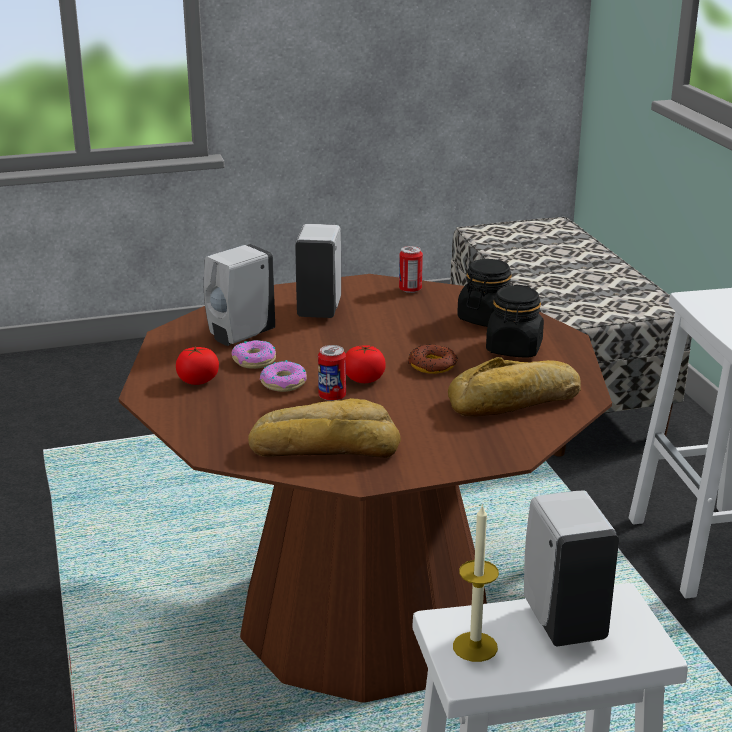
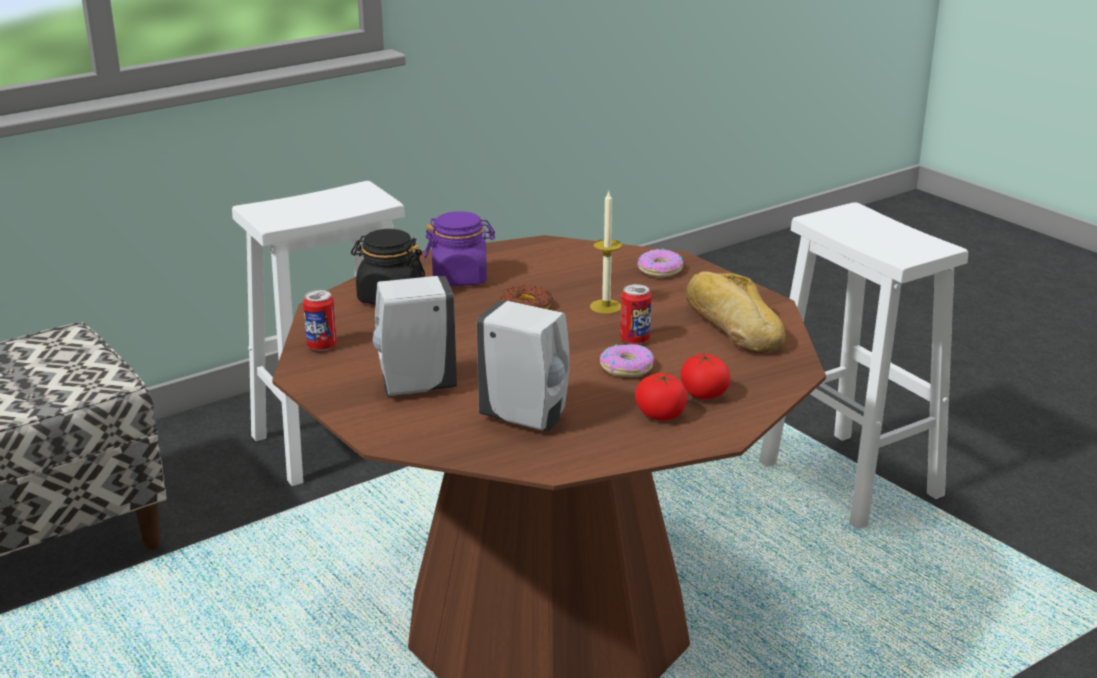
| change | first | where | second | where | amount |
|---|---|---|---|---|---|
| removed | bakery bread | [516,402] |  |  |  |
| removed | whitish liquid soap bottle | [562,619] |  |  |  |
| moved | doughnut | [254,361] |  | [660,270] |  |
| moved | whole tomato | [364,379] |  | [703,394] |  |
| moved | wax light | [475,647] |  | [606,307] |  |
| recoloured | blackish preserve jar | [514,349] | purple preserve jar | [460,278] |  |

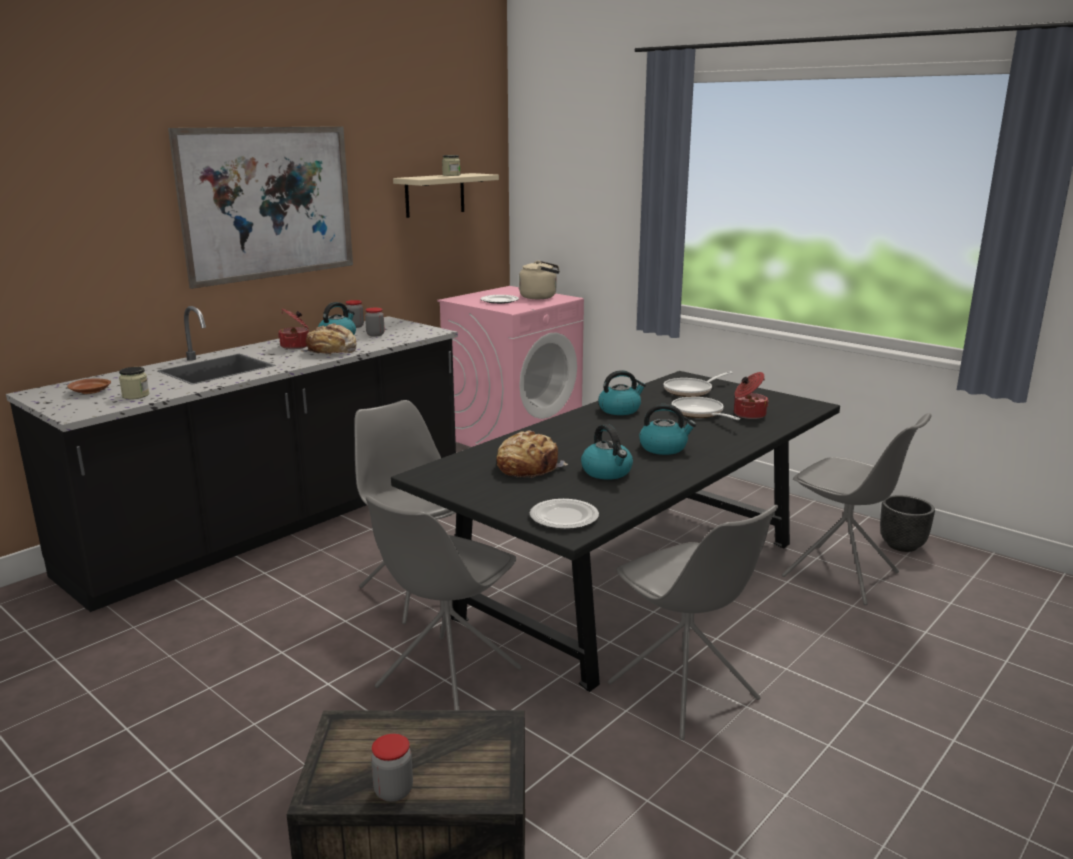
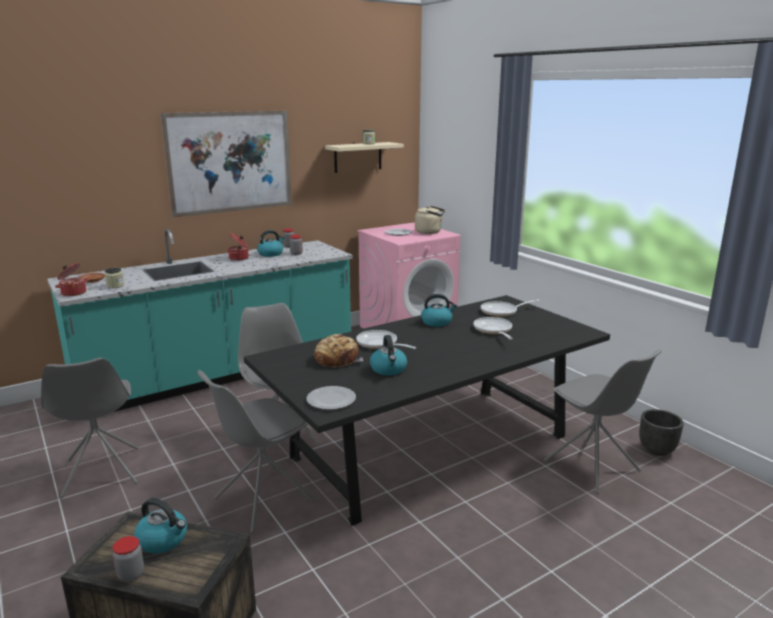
| change | first | where | second | where | amount |
|---|---|---|---|---|---|
| removed | bakery bread | [331,351] |  |  |  |
| added |  |  | frying pan | [379,344] |  |
| moved | gray plain chair | [684,693] |  | [101,473] |  |
| moved | tea kettle | [664,448] |  | [163,540] |  |
| moved | stockpot | [748,414] |  | [73,293] |  |
| recoloured | blackish kitchen counter | [278,522] | blue-green kitchen counter | [220,374] |  |

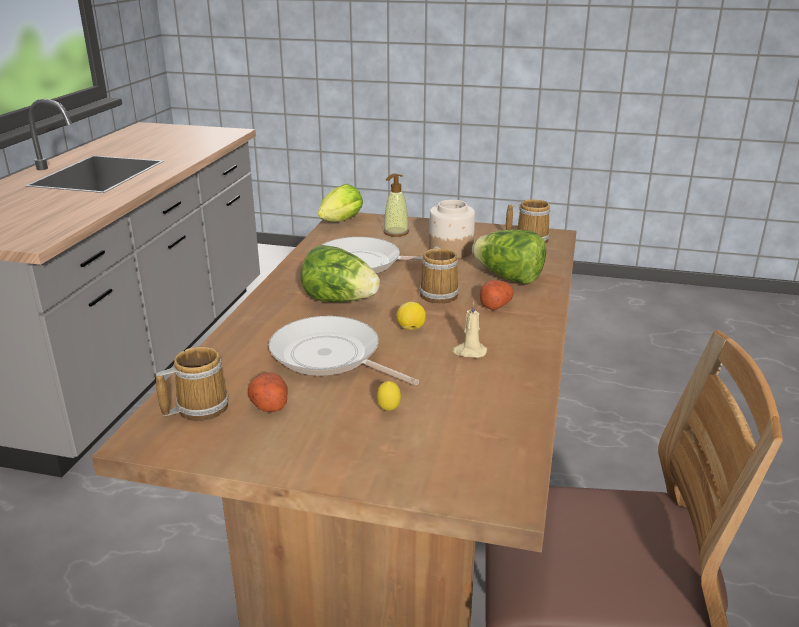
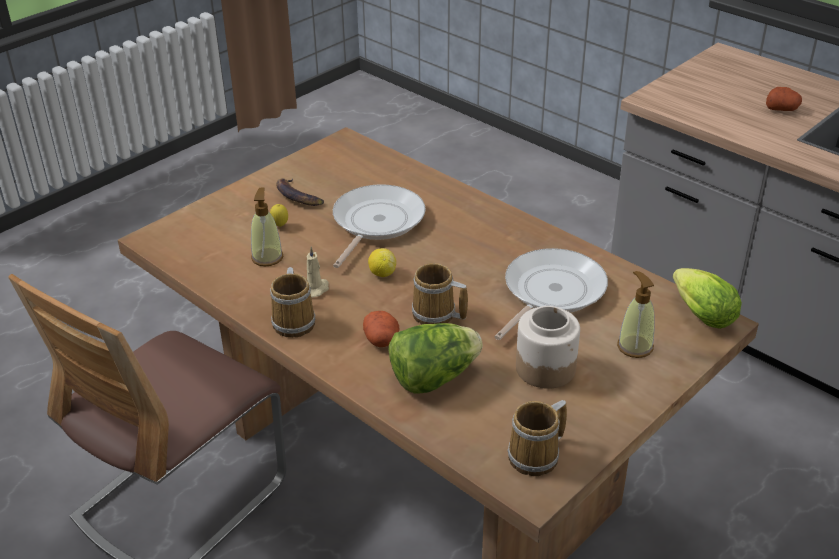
| change | first | where | second | where | amount |
|---|---|---|---|---|---|
| removed | head of lettuce | [340,300] |  |  |  |
| added |  |  | liquid soap bottle | [267,257] |  |
| added |  |  | banana | [297,197] |  |
| moved | tea mug | [198,407] |  | [295,321] |  |
| moved | whole potato | [269,403] |  | [782,109] |  |
| turned | frying pan | [330,356] |  | [375,223] | 45 degrees counterclockwise |

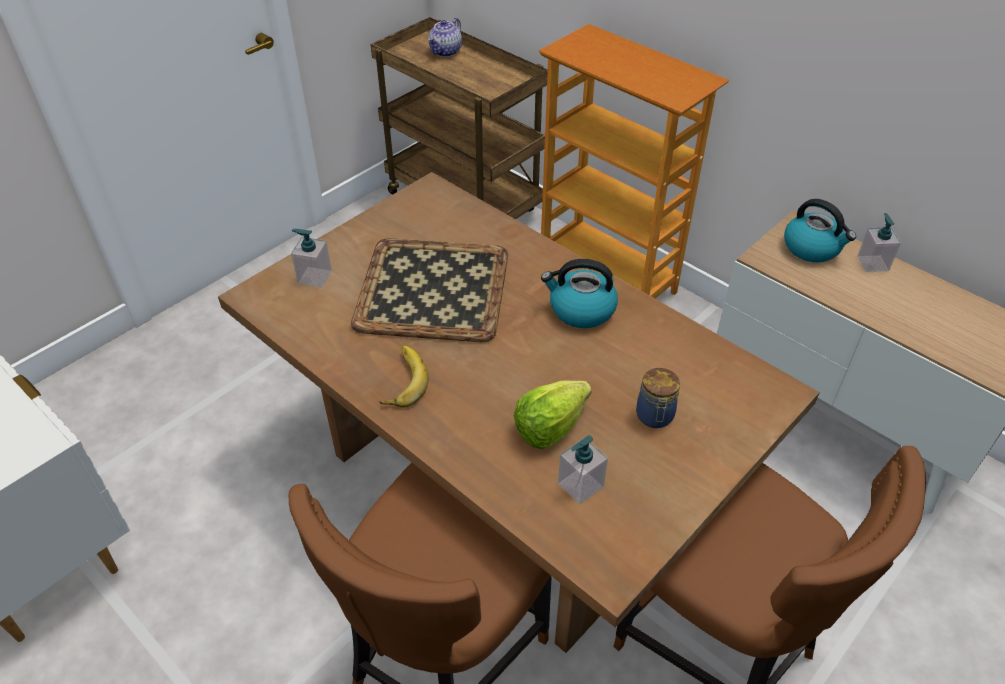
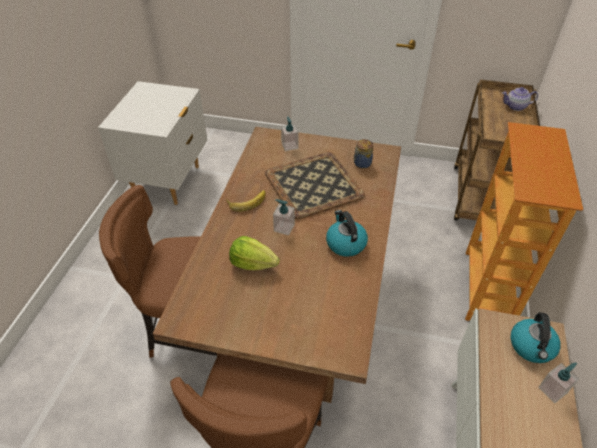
| change | first | where | second | where | amount |
|---|---|---|---|---|---|
| moved | liquid soap bottle | [580,485] |  | [284,228] |  |
| moved | preserve jar | [654,417] |  | [361,163] |  |

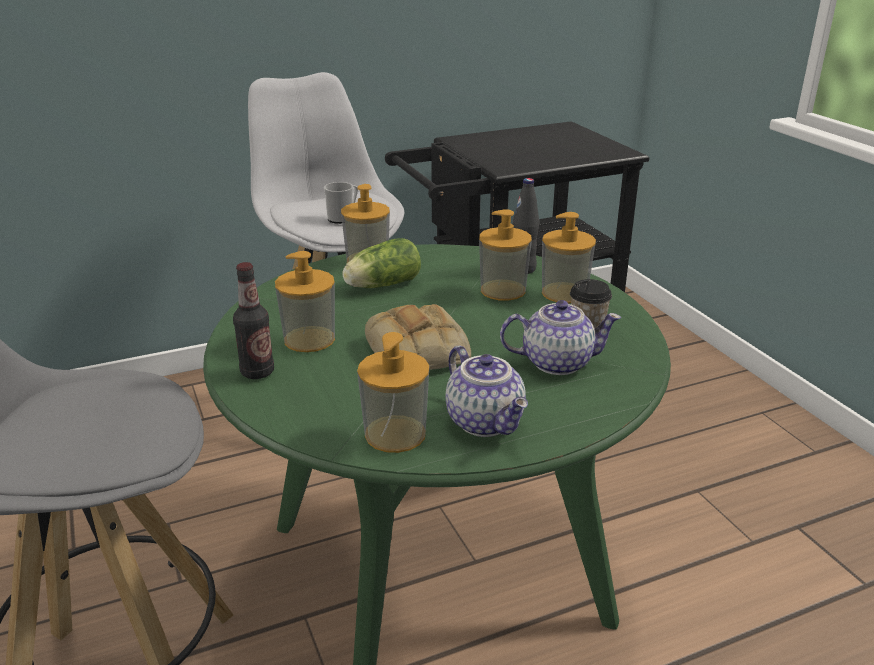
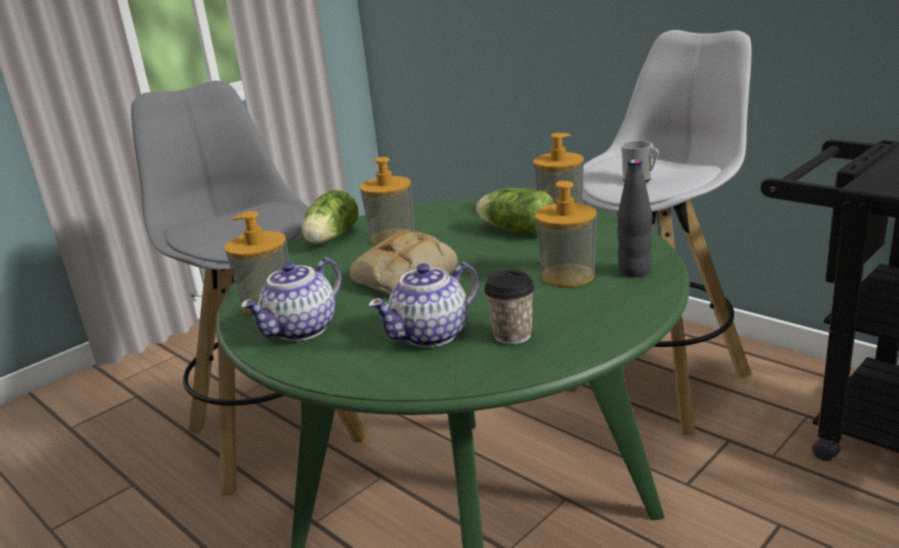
| change | first | where | second | where | amount |
|---|---|---|---|---|---|
| removed | liquid soap bottle | [564,293] |  |  |  |
| replaced | beverage bottle | [257,372] | head of lettuce | [330,239] |  |
| turned | teapot | [556,362] |  | [432,334] | 75 degrees clockwise |

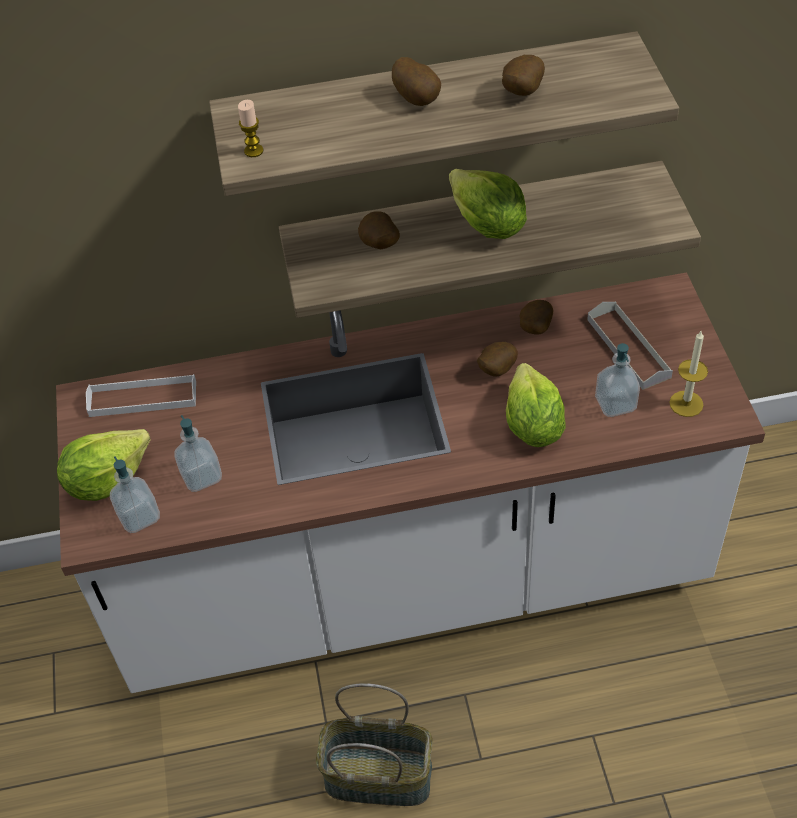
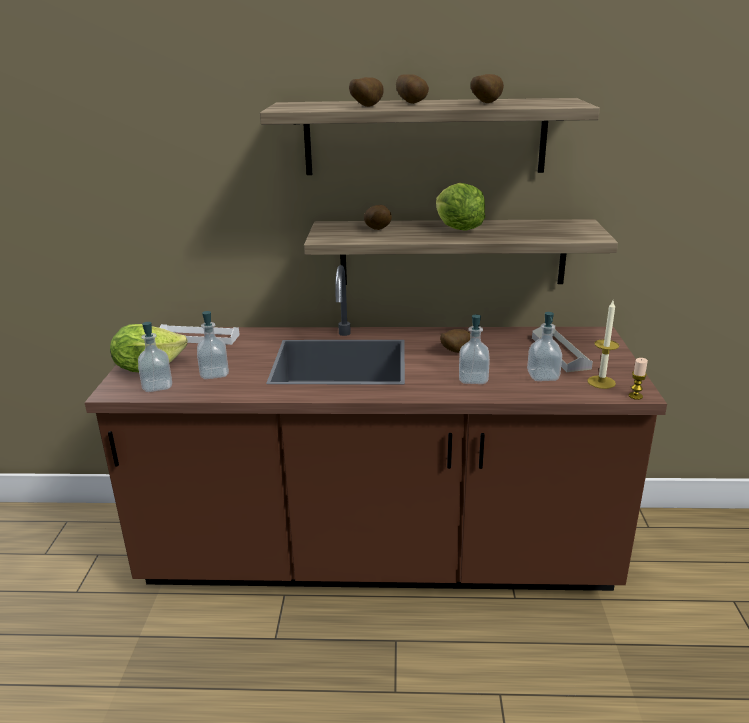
| change | first | where | second | where | amount |
|---|---|---|---|---|---|
| removed | basket | [379,774] |  |  |  |
| moved | wax light | [253,151] |  | [635,396] |  |
| moved | whole potato | [534,329] |  | [365,107] |  |
| replaced | head of lettuce | [532,426] | liquid soap bottle | [473,379] |  |
| recoloured | whitish kitchen counter | [412,581] | brown kitchen counter | [378,557] |  |

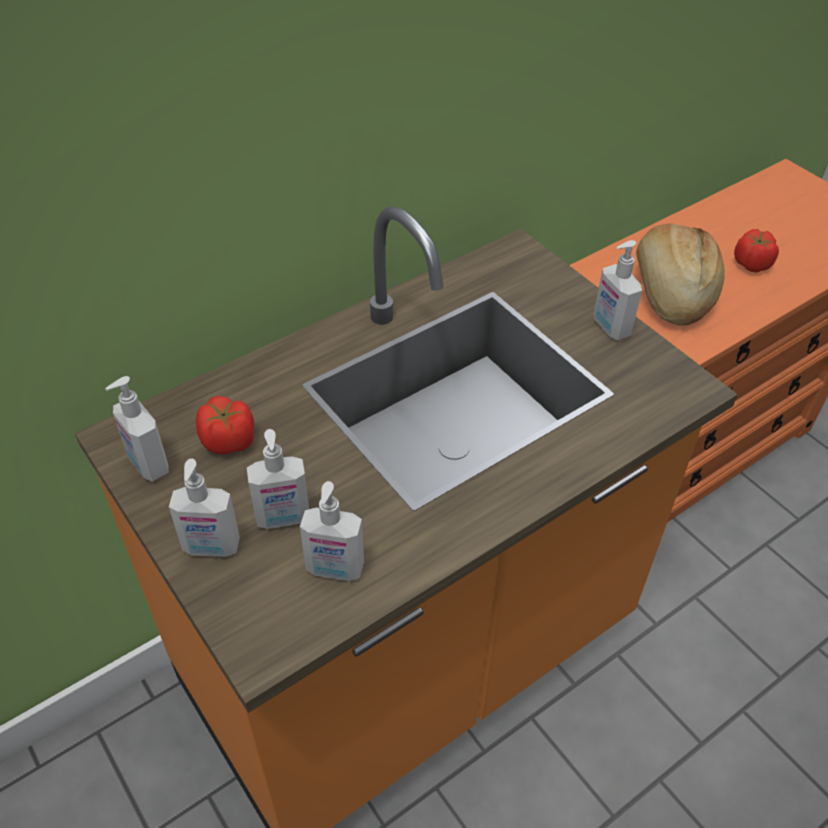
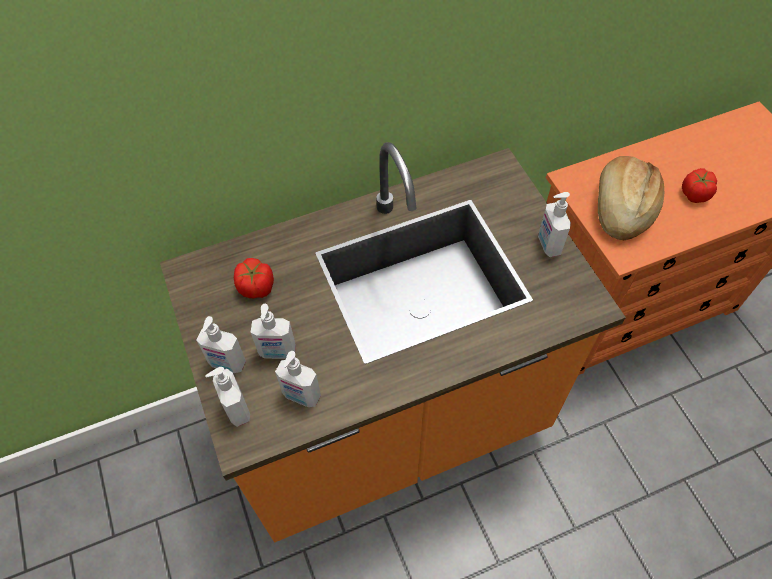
| change | first | where | second | where | amount |
|---|---|---|---|---|---|
| moved | liquid soap bottle | [147,465] |  | [236,409] |  |

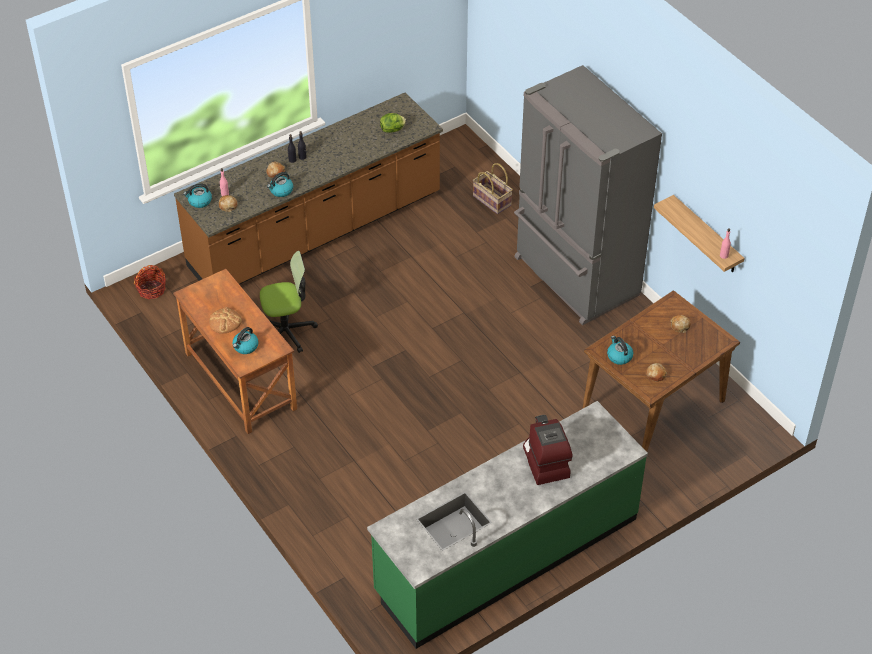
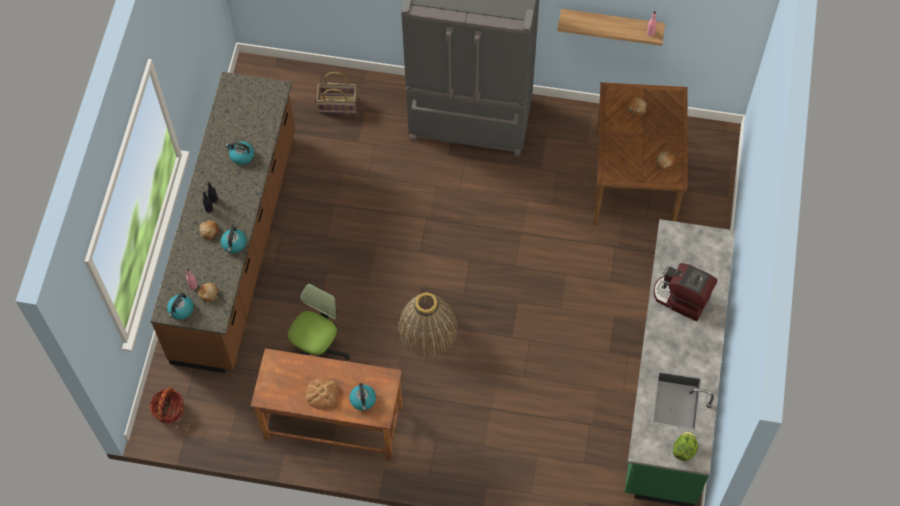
| change | first | where | second | where | amount |
|---|---|---|---|---|---|
| added |  |  | basket | [427,329] |  |
| moved | head of lettuce | [392,130] |  | [684,449] |  |
| moved | tea kettle | [619,356] |  | [241,156] |  |

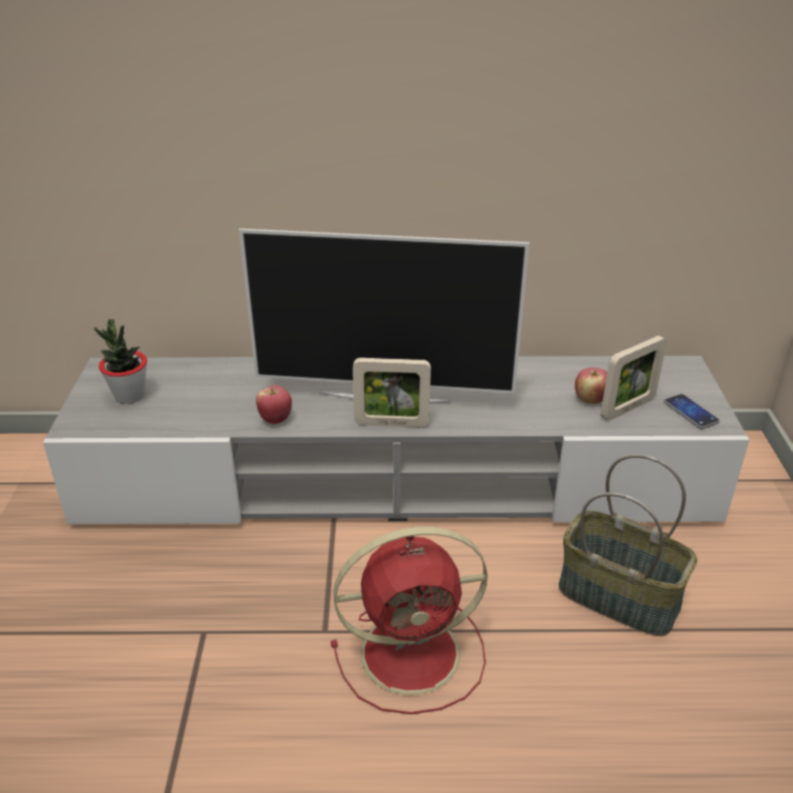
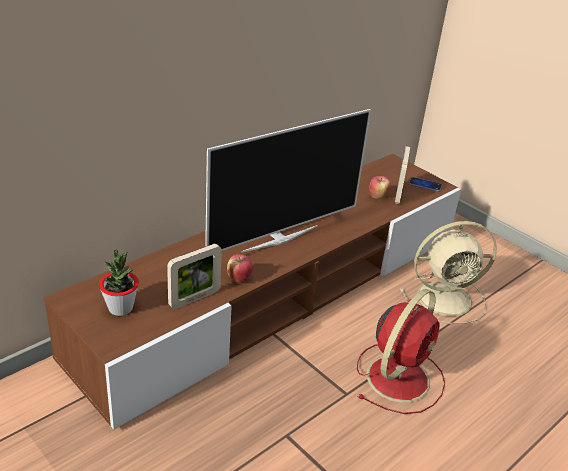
| change | first | where | second | where | amount |
|---|---|---|---|---|---|
| moved | photo frame | [392,424] |  | [194,299] |  |
| replaced | basket | [620,596] | beige-coloured electric fan | [446,298] |  |
| recoloured | gray tv stand | [398,480] | brown tv stand | [279,294] |  |

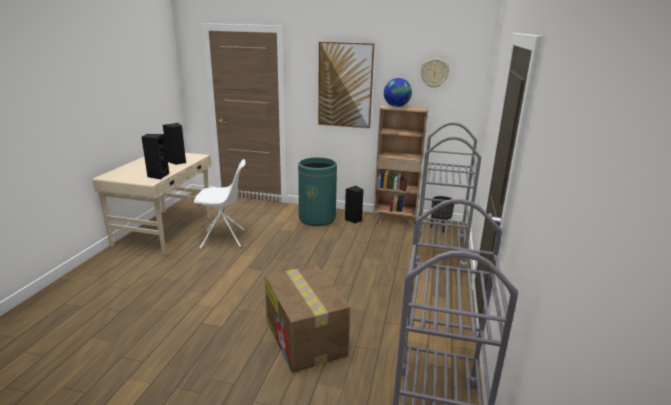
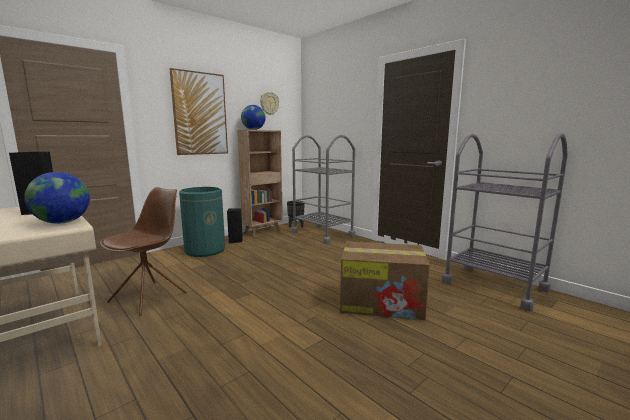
| change | first | where | second | where | amount |
|---|---|---|---|---|---|
| replaced | blackish loudspeaker | [158,176] | world globe | [62,222] |  |
| recoloured | whitish plain chair | [224,239] | brown plain chair | [149,297] |  |

